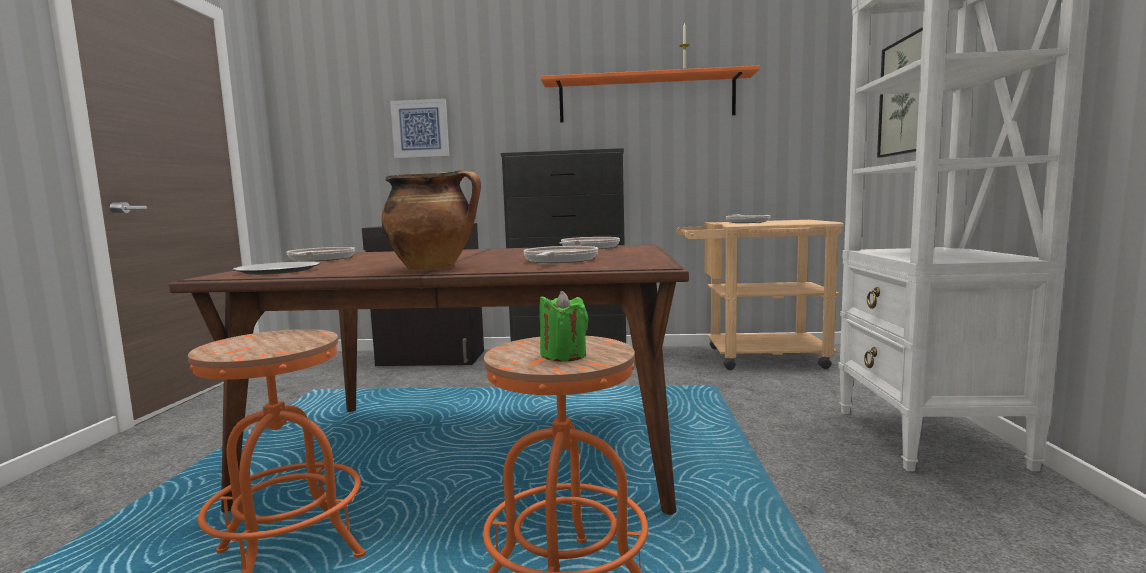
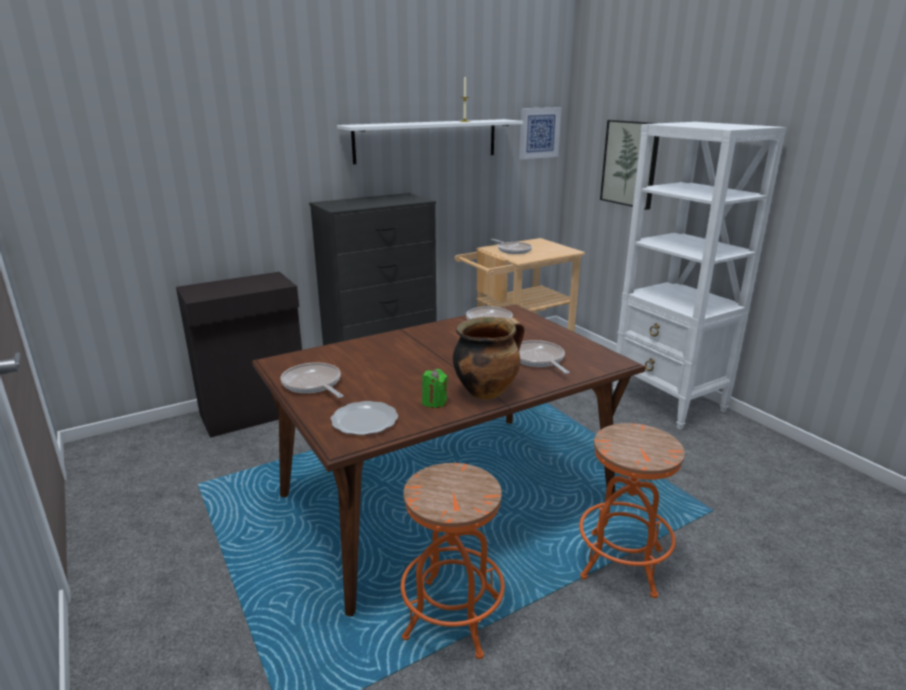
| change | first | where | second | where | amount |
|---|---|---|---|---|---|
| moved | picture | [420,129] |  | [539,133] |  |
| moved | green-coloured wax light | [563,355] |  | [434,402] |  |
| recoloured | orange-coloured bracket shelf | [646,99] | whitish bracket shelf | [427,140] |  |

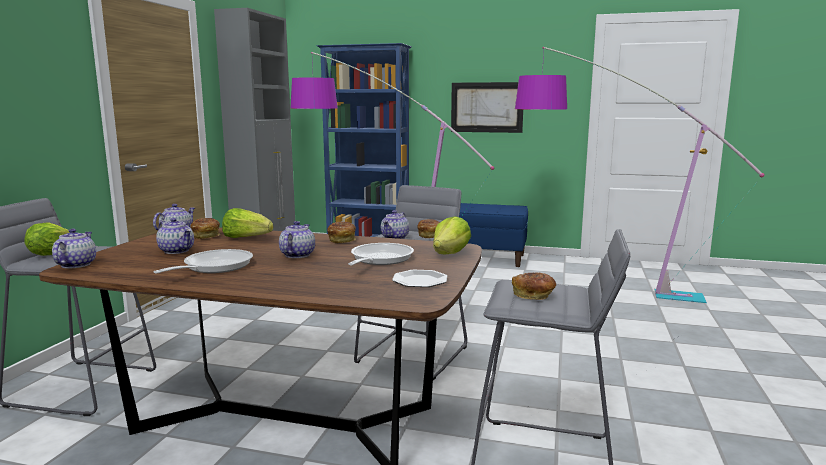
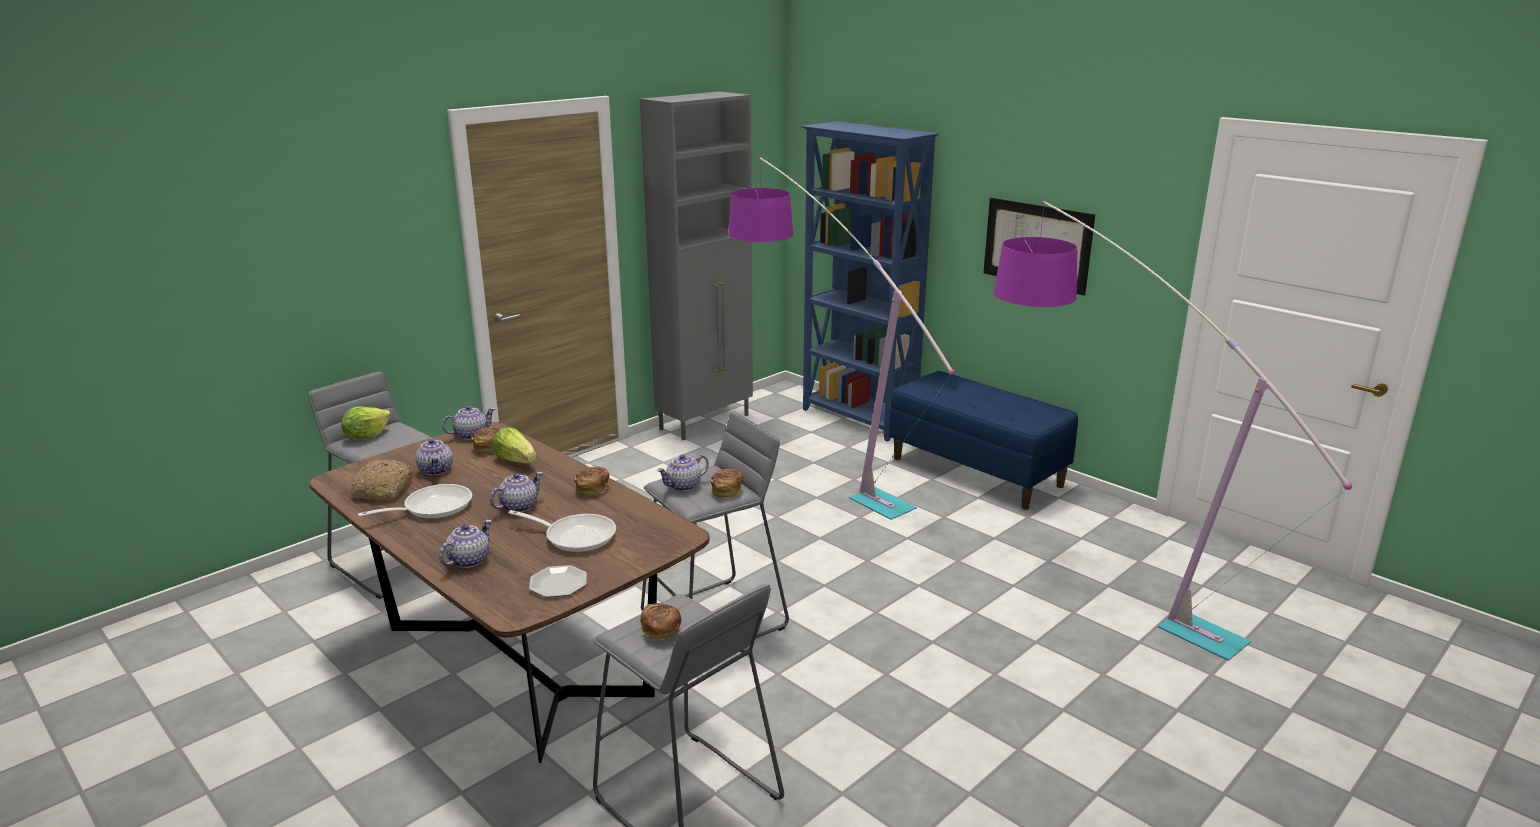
| change | first | where | second | where | amount |
|---|---|---|---|---|---|
| removed | head of lettuce | [450,254] |  |  |  |
| added |  |  | bakery bread | [384,489] |  |
| moved | teapot | [76,265] |  | [469,560] |  |
| turned | frying pan | [379,259] |  | [575,536] | 60 degrees clockwise |

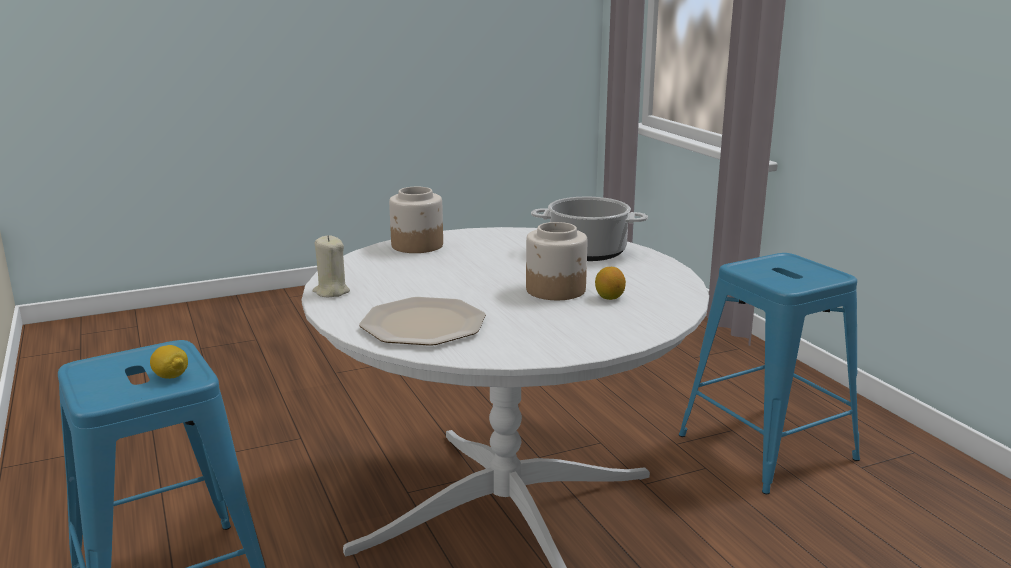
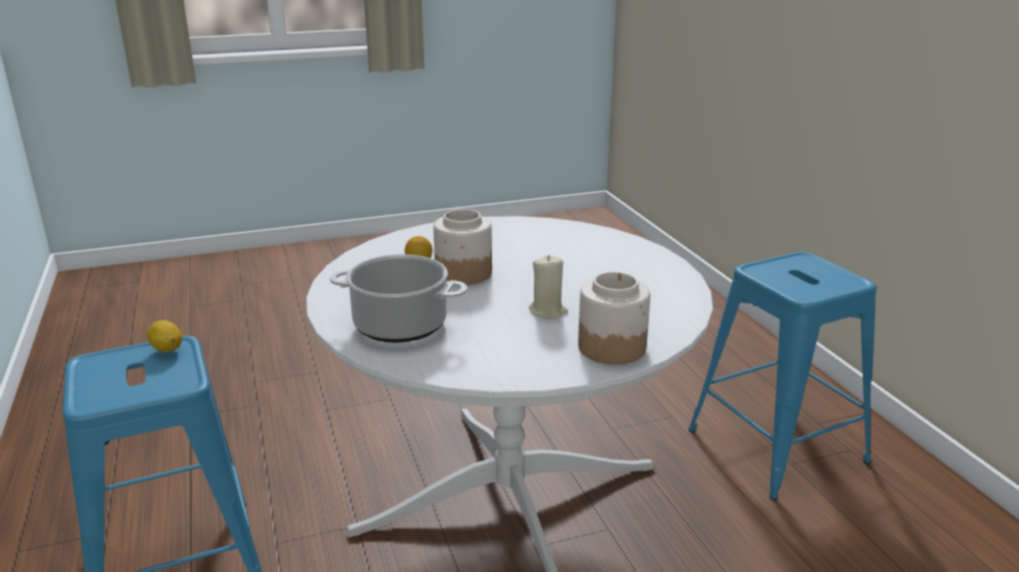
| change | first | where | second | where | amount |
|---|---|---|---|---|---|
| removed | plate | [422,324] |  |  |  |
| moved | lemon | [171,376] |  | [167,349] |  |
| moved | beige-coloured wax light | [331,292] |  | [548,311] |  |

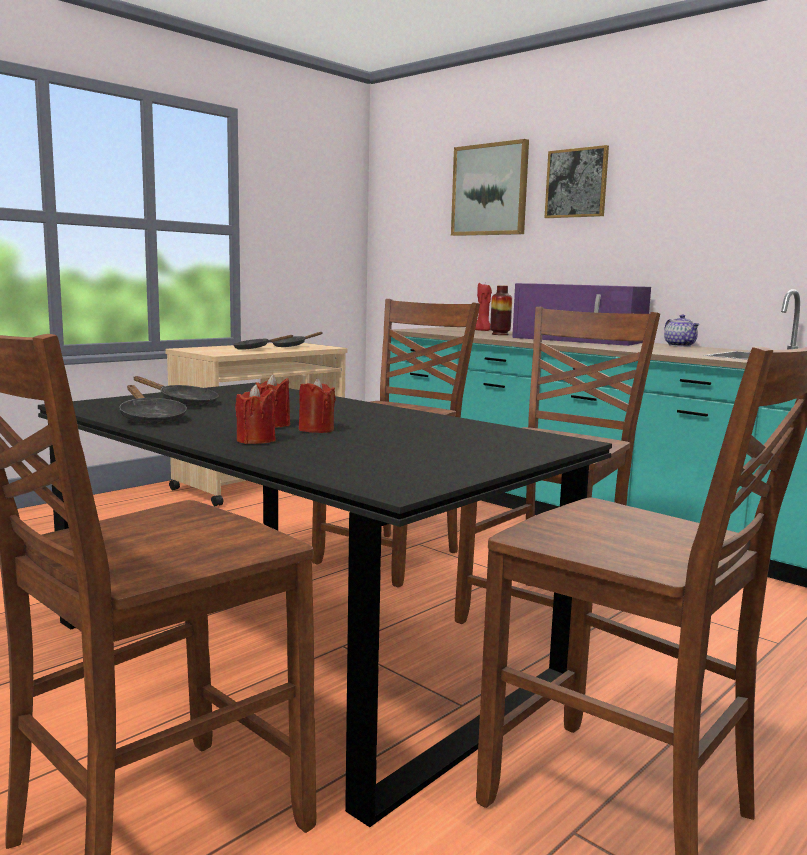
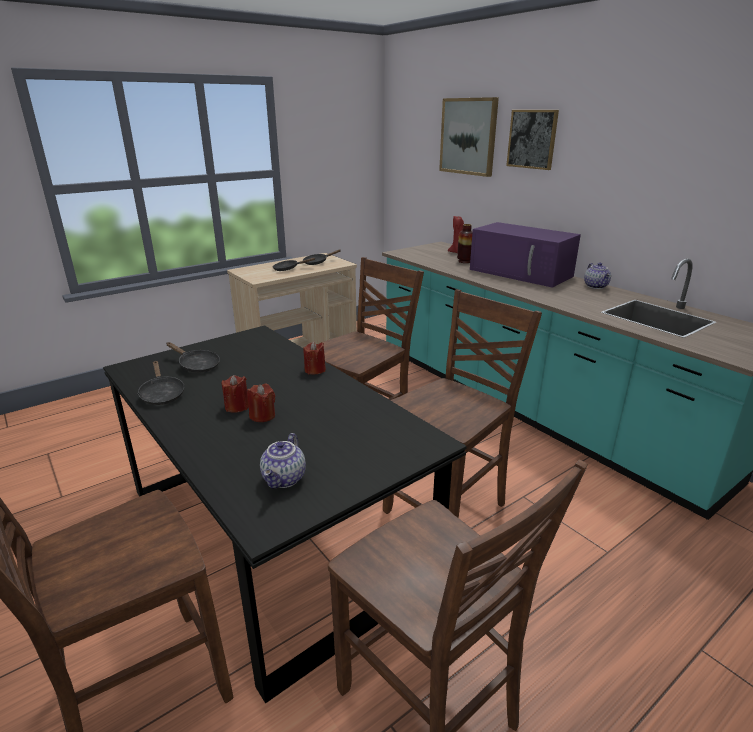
| change | first | where | second | where | amount |
|---|---|---|---|---|---|
| added |  |  | teapot | [285,479] |  |
| moved | reddish wax light | [256,440] |  | [315,370] |  |

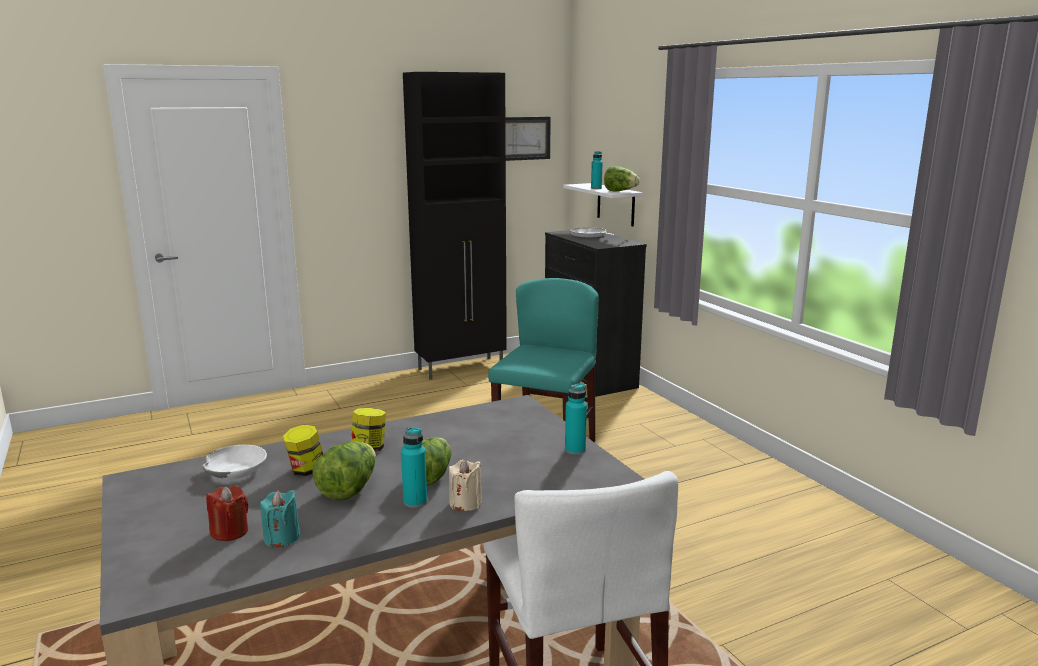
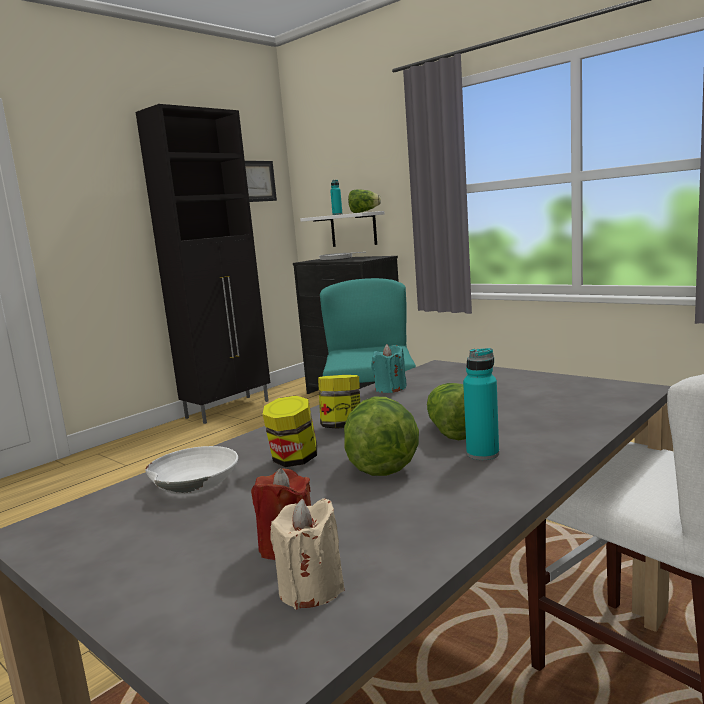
| change | first | where | second | where | amount |
|---|---|---|---|---|---|
| removed | blue-green beverage bottle | [575,450] |  |  |  |
| moved | blue-green wax light | [282,538] |  | [390,389] |  |
| moved | beige-coloured wax light | [465,503] |  | [311,589] |  |

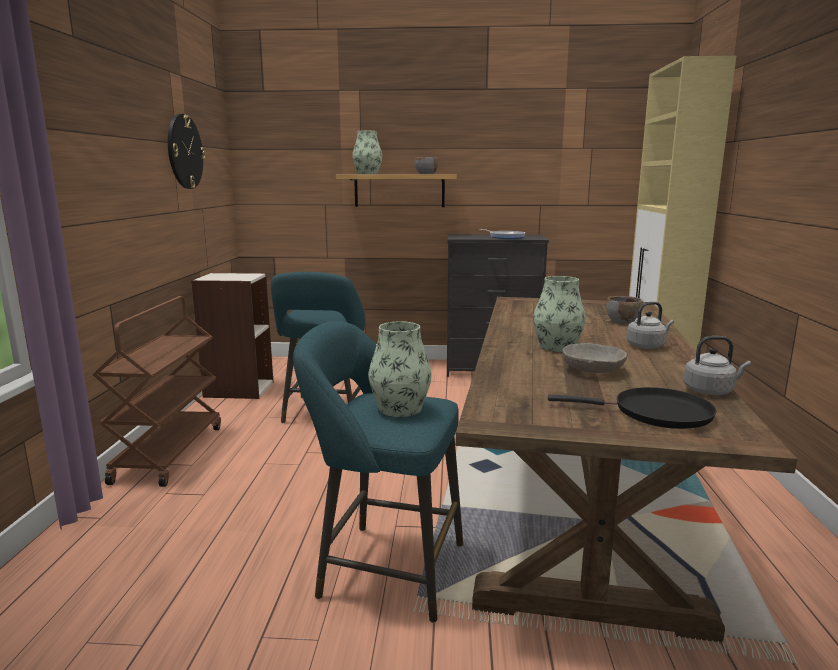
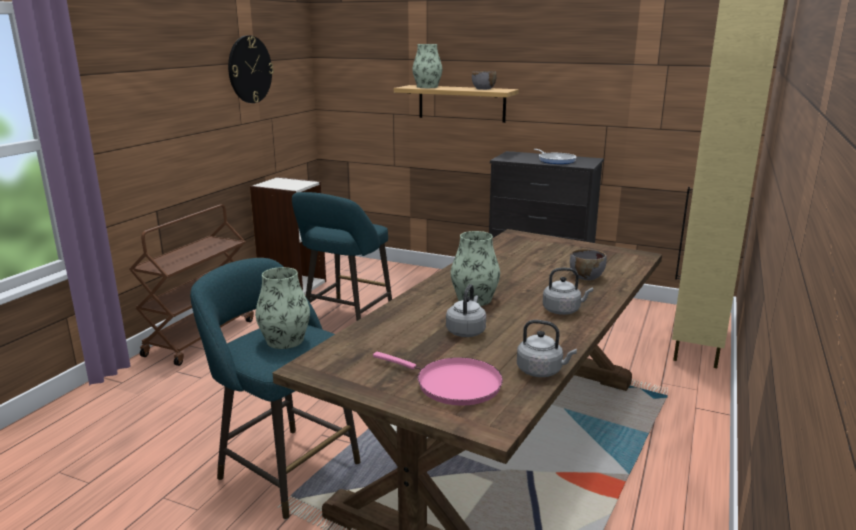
| change | first | where | second | where | amount |
|---|---|---|---|---|---|
| replaced | gray deep dish | [592,371] | gray tea kettle | [466,331] |  |
| recoloured | blackish frying pan | [655,413] | pinkish frying pan | [453,385] |  |

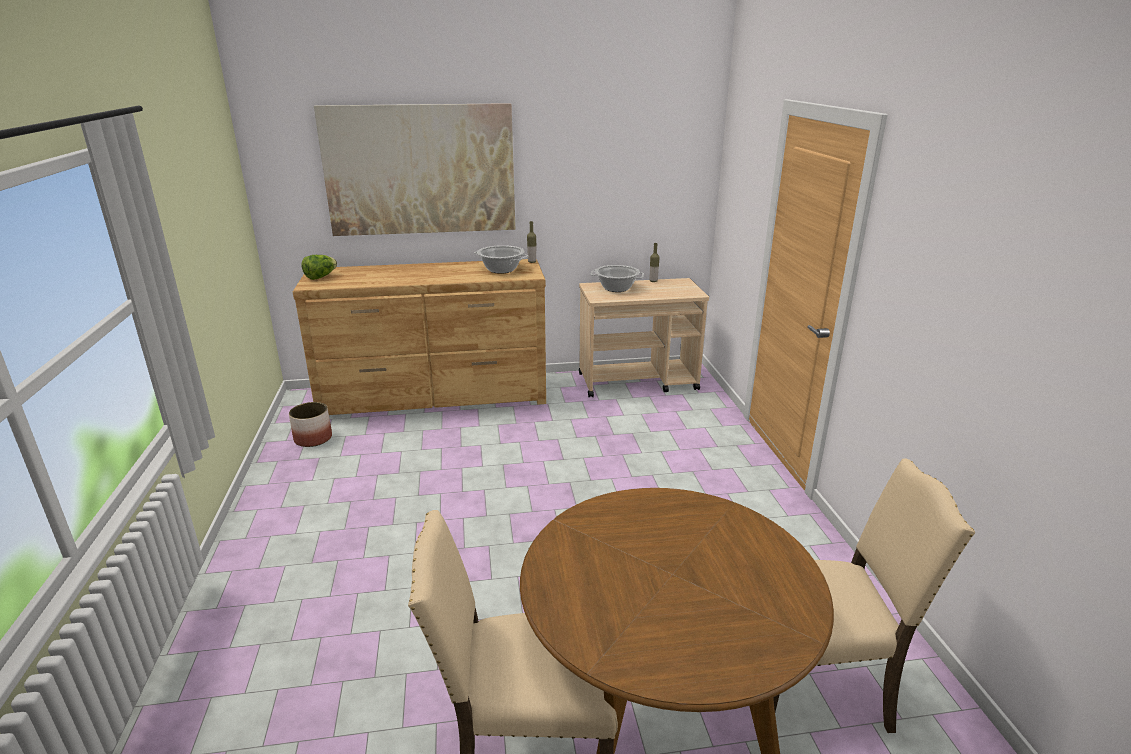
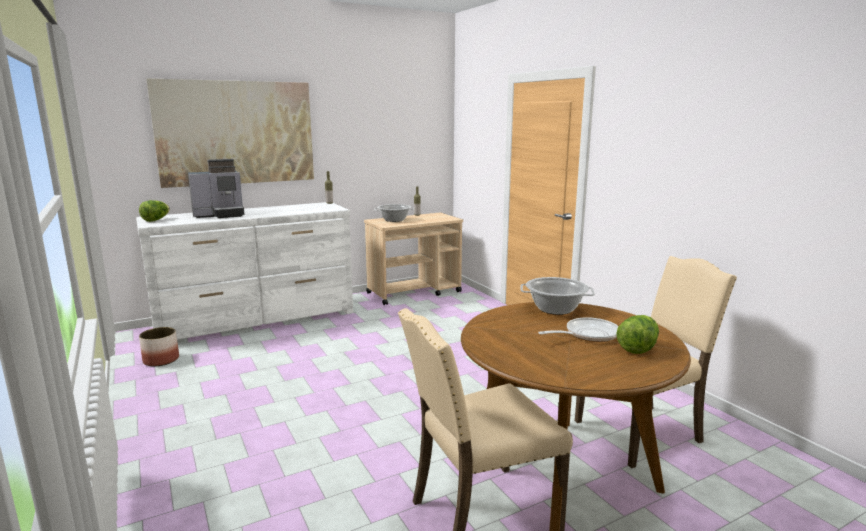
| change | first | where | second | where | amount |
|---|---|---|---|---|---|
| added |  |  | coffee maker | [220,215] |  |
| added |  |  | frying pan | [587,335] |  |
| added |  |  | head of lettuce | [638,348] |  |
| moved | stockpot | [501,269] |  | [555,309] |  |
| recoloured | brown chest of drawers | [435,396] | whitish chest of drawers | [257,320] |  |

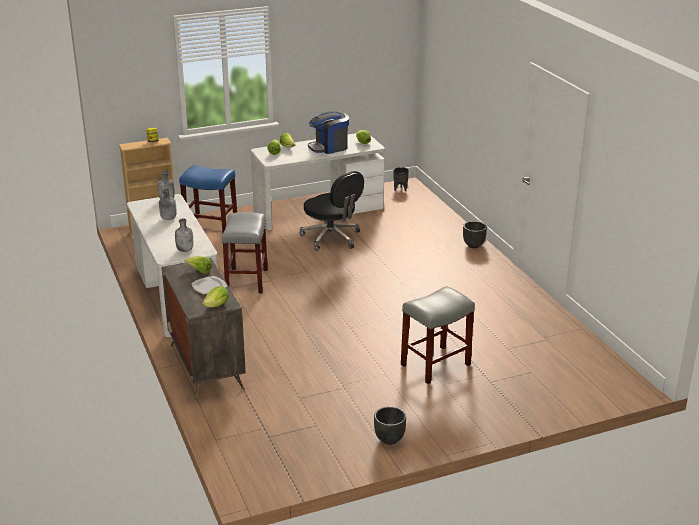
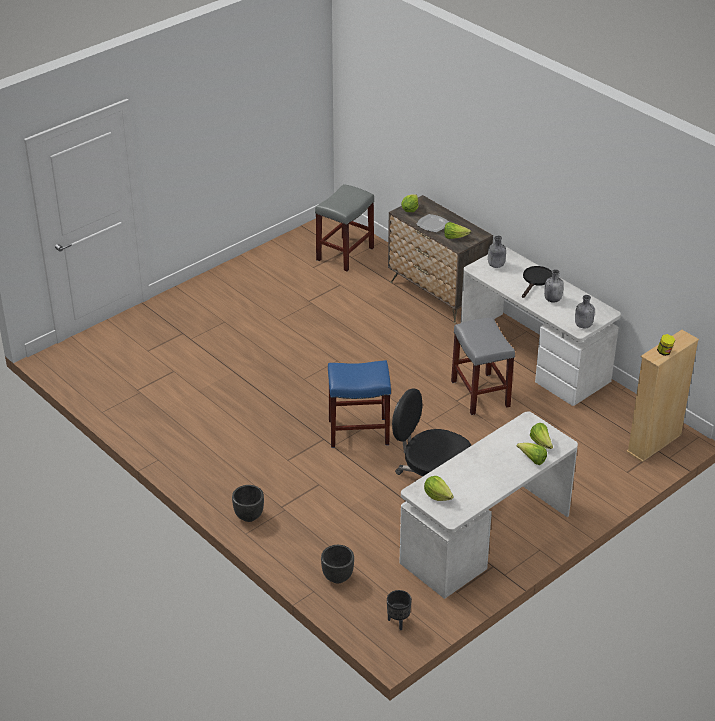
| change | first | where | second | where | amount |
|---|---|---|---|---|---|
| removed | coffee maker | [329,147] |  |  |  |
| added |  |  | blackish frying pan | [536,280] |  |
| moved | blue stool seat | [211,226] |  | [358,432] |  |
| moved | blackish planter | [389,439] |  | [338,577] |  |
| moved | gray stool seat | [435,365] |  | [345,253] |  |

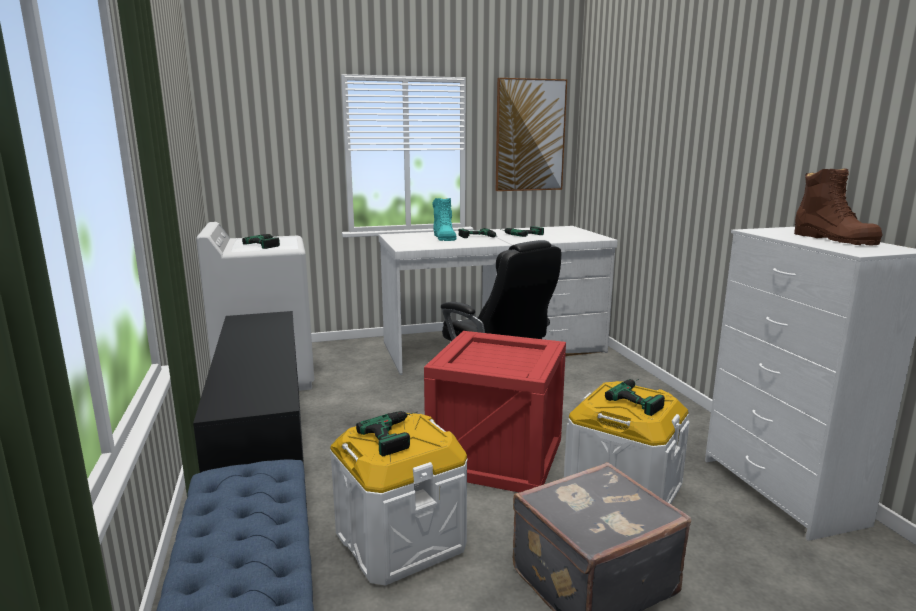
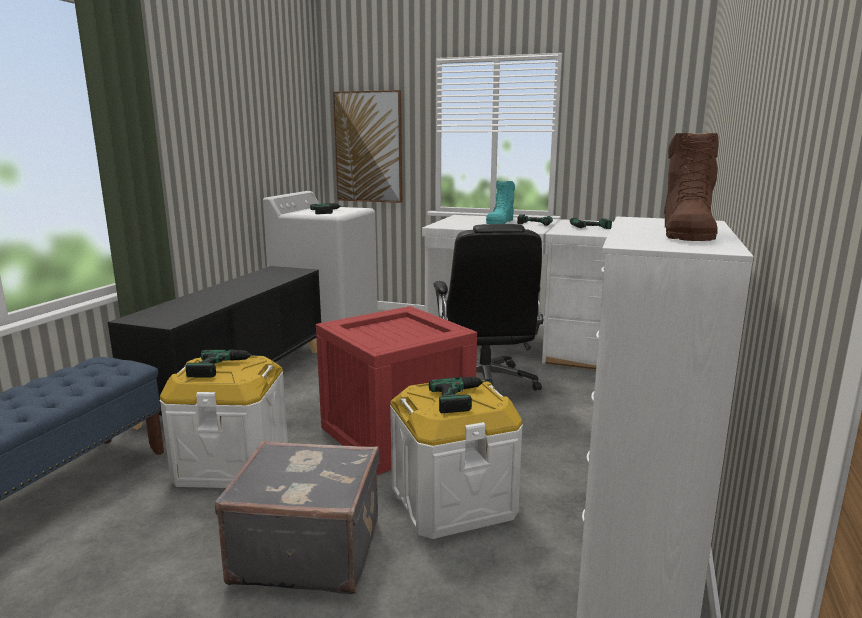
| change | first | where | second | where | amount |
|---|---|---|---|---|---|
| moved | picture | [530,135] |  | [368,147] |  |

